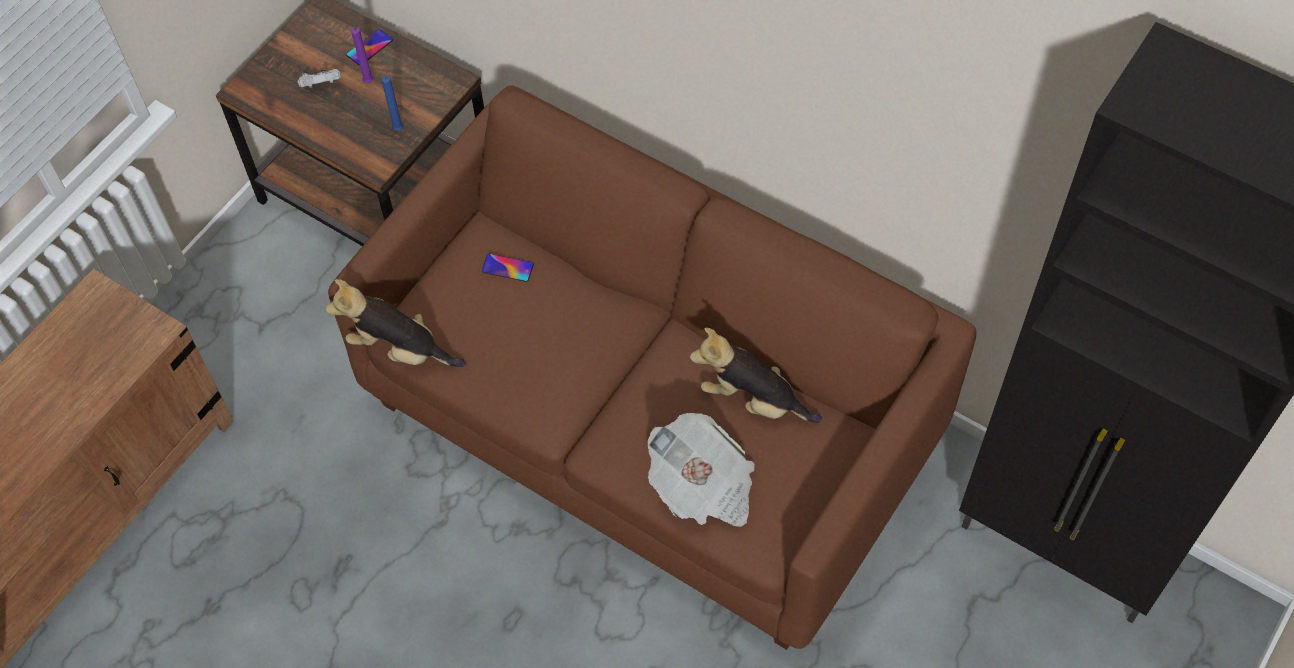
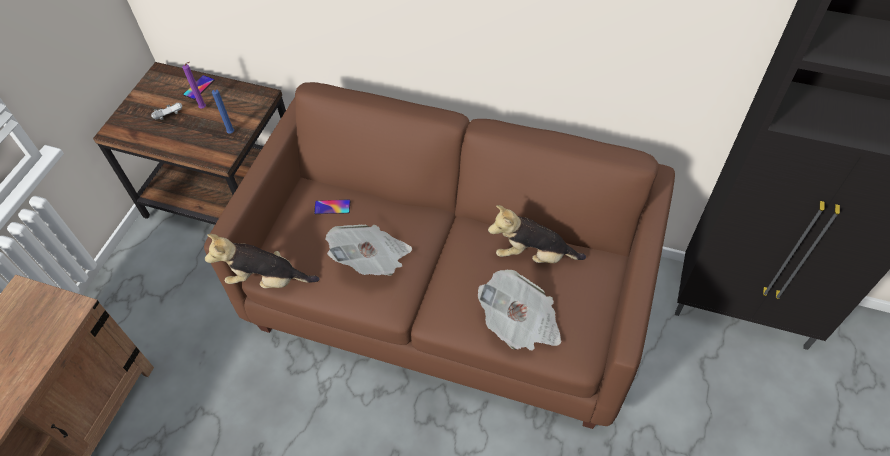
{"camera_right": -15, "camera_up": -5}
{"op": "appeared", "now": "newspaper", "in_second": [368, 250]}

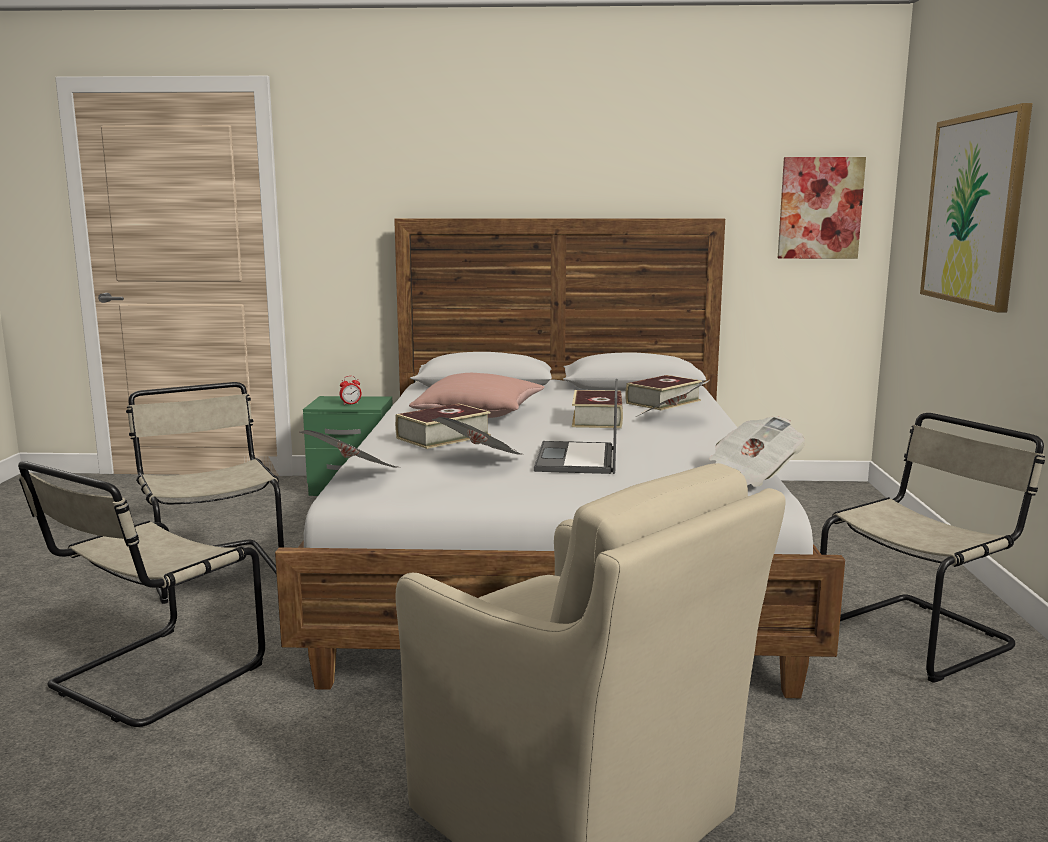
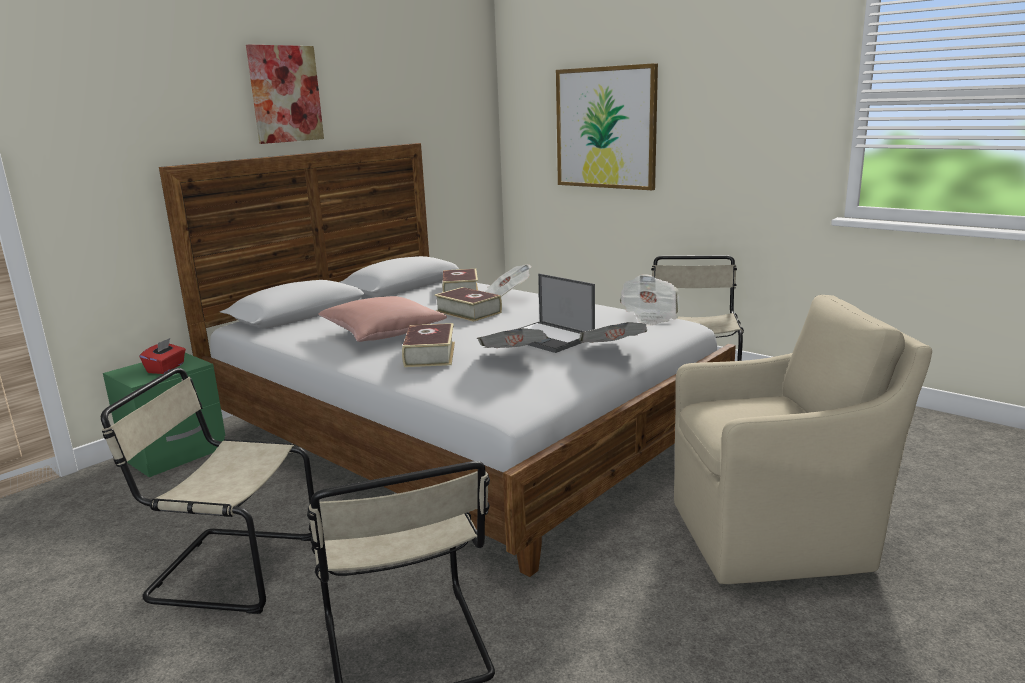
{"camera_right": -50, "camera_up": 5}
{"op": "relocated", "was": "picture", "in_first": [822, 208], "in_second": [285, 94]}
{"op": "exchanged", "was": "alarm clock", "now": "tissue box in red", "in_first": [350, 390], "in_second": [163, 356]}
{"op": "relocated", "was": "newspaper", "in_first": [347, 448], "in_second": [613, 332]}

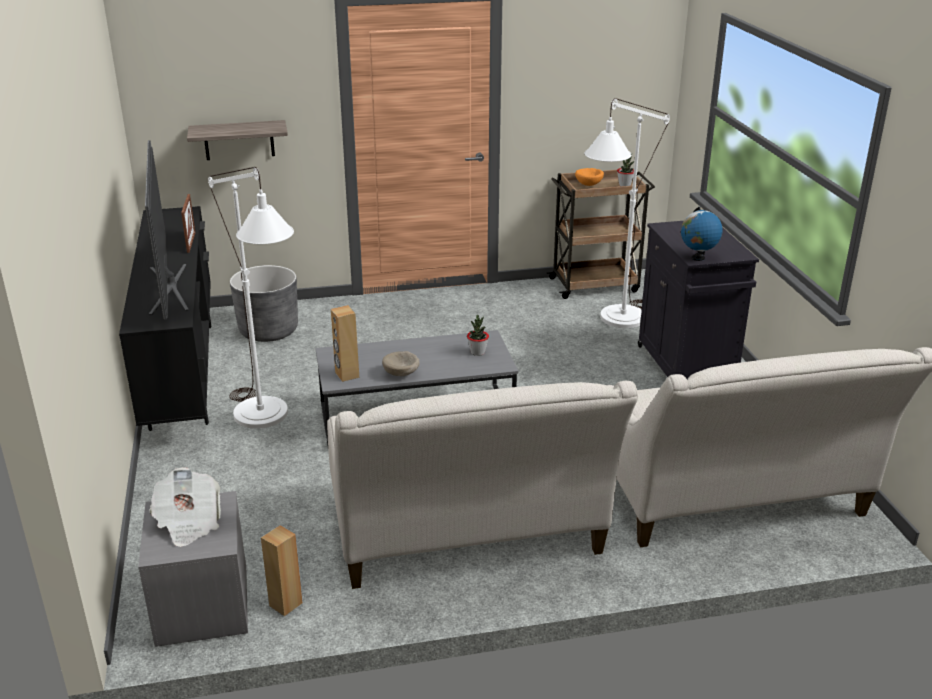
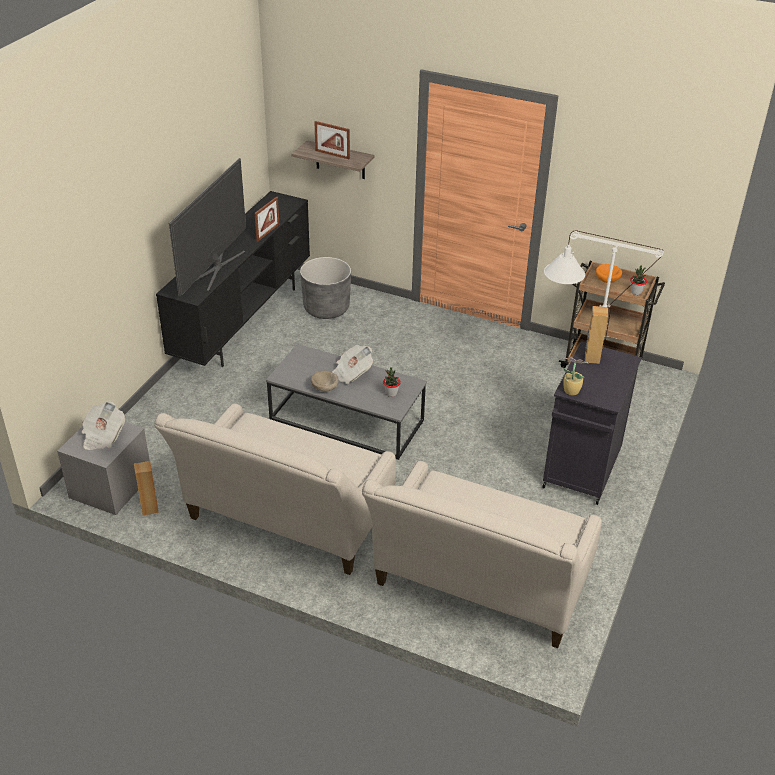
{"camera_right": 35, "camera_up": 10}
{"op": "missing", "was": "floor lamp in white", "in_first": [251, 298]}
{"op": "exchanged", "was": "globe", "now": "potted plant", "in_first": [701, 234], "in_second": [575, 376]}
{"op": "relocated", "was": "speaker in brown", "in_first": [345, 343], "in_second": [596, 335]}
{"op": "appeared", "now": "picture frame", "in_second": [332, 140]}
{"op": "appeared", "now": "newspaper", "in_second": [352, 364]}

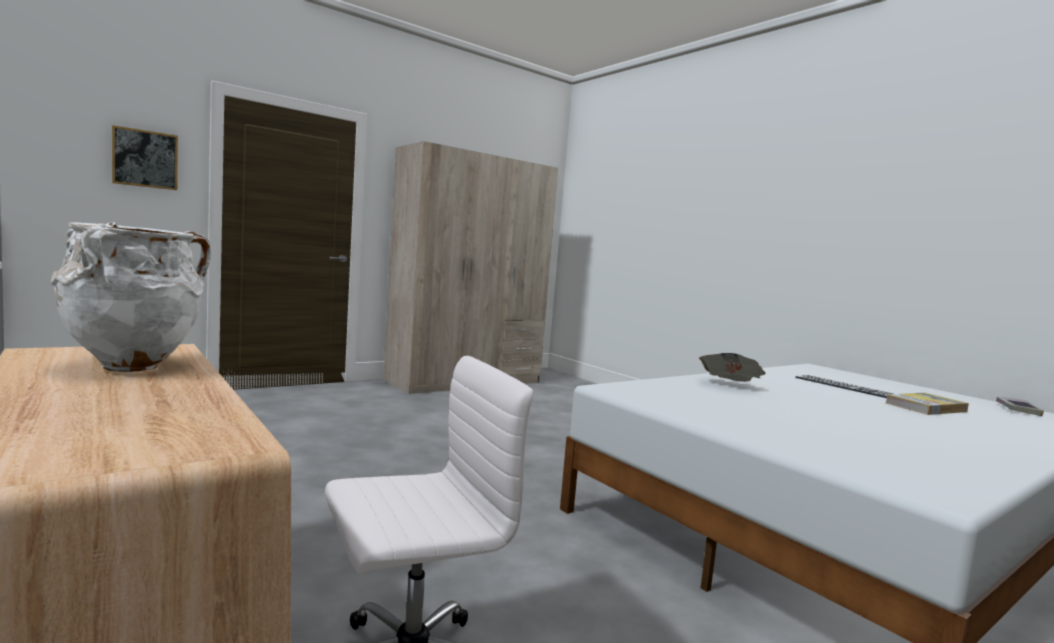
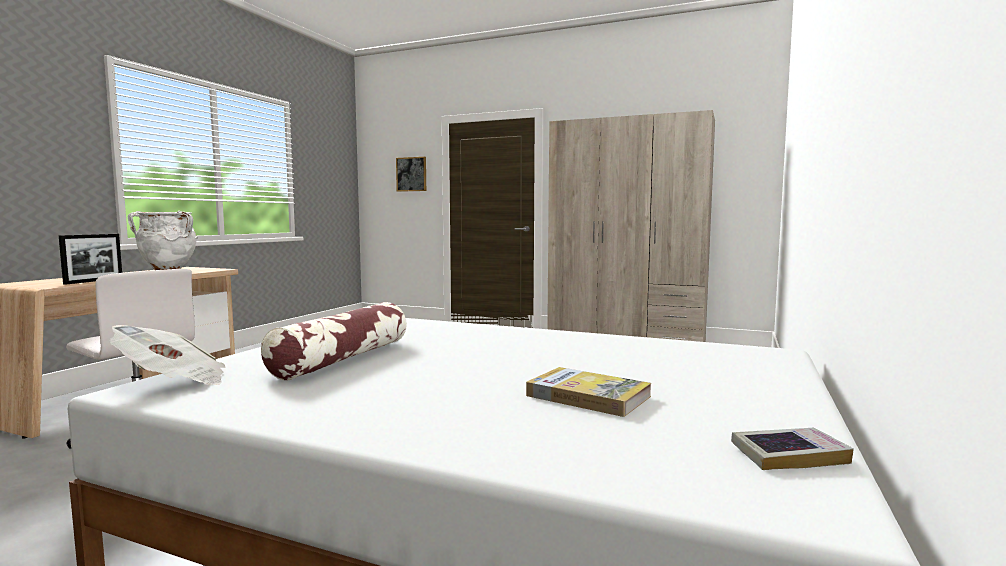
{"camera_right": 60, "camera_up": 0}
{"op": "relocated", "was": "newspaper", "in_first": [732, 367], "in_second": [167, 355]}
{"op": "missing", "was": "keyboard", "in_first": [844, 386]}
{"op": "appeared", "now": "picture frame", "in_second": [90, 259]}
{"op": "appeared", "now": "pillow", "in_second": [334, 341]}

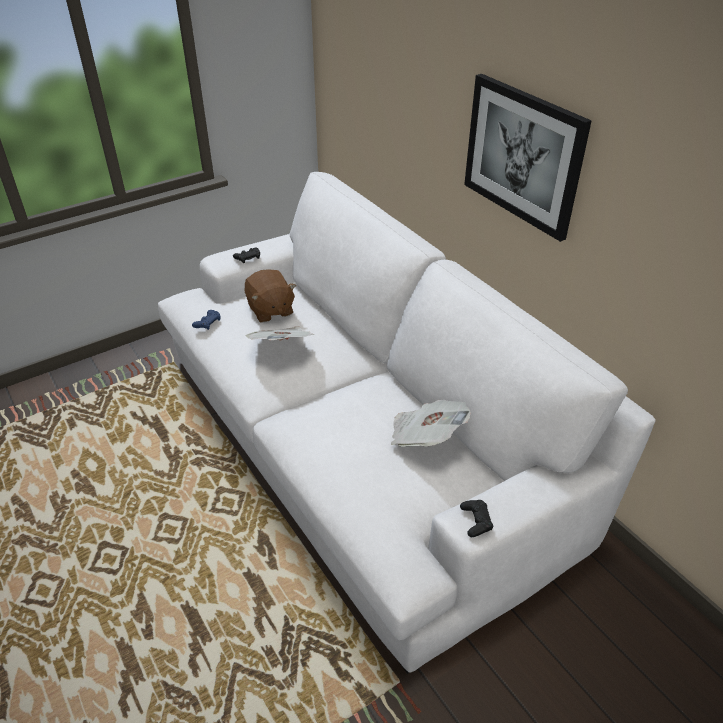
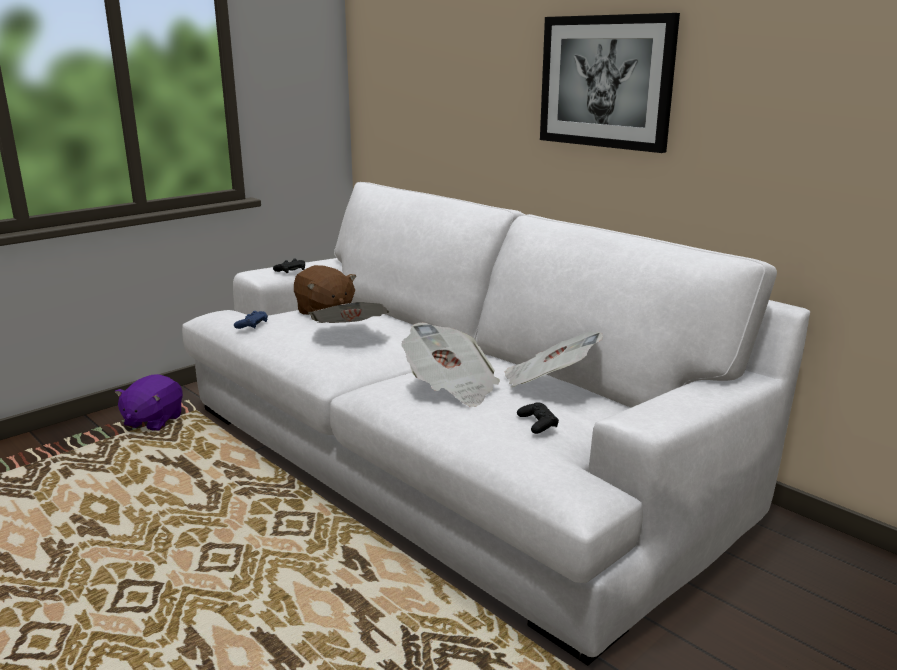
{"camera_right": -10, "camera_up": -20}
{"op": "relocated", "was": "game controller in black", "in_first": [476, 518], "in_second": [538, 418]}
{"op": "appeared", "now": "newspaper", "in_second": [450, 364]}
{"op": "appeared", "now": "plush toy in purple", "in_second": [149, 402]}

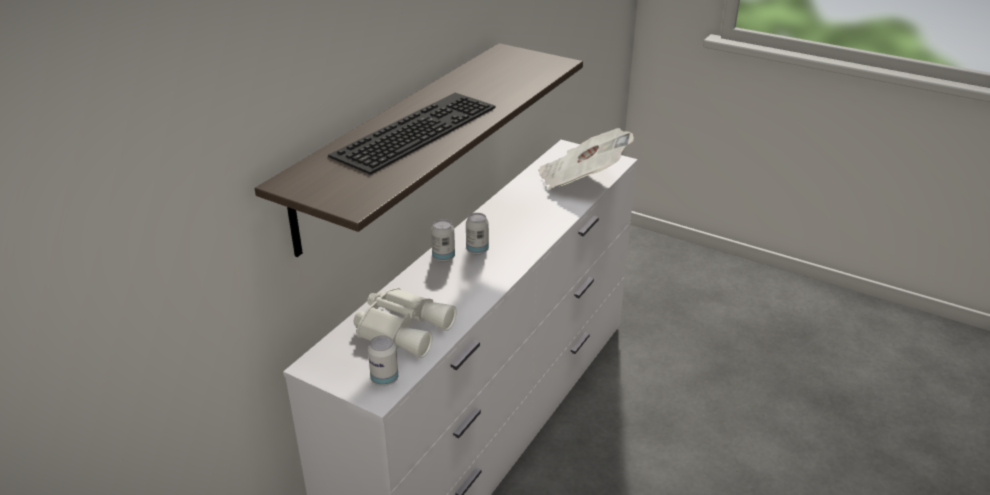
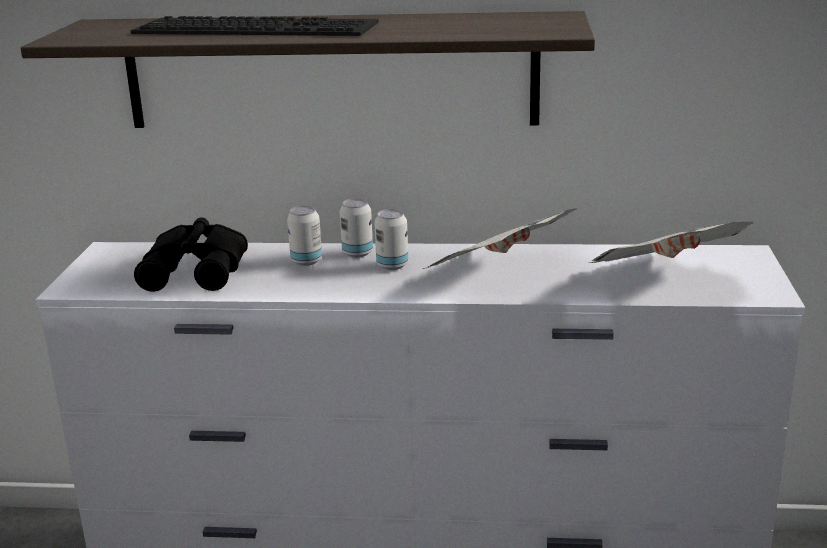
{"camera_right": 65, "camera_up": -10}
{"op": "colour", "was": "binoculars in white", "now": "binoculars in black", "in_first": [405, 323], "in_second": [191, 255]}
{"op": "relocated", "was": "can", "in_first": [383, 360], "in_second": [304, 236]}
{"op": "appeared", "now": "newspaper", "in_second": [500, 238]}

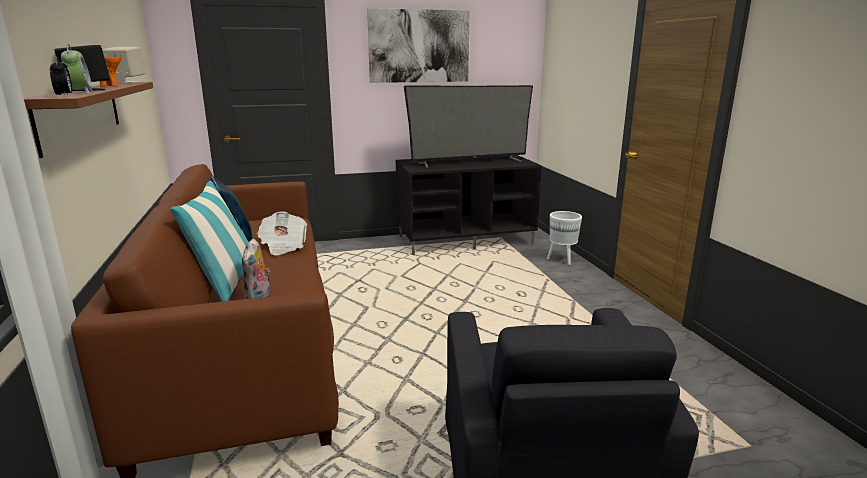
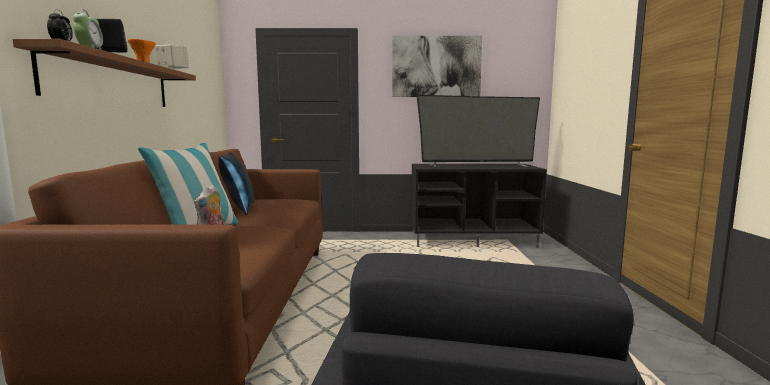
{"camera_right": 15, "camera_up": -10}
{"op": "missing", "was": "planter in white", "in_first": [564, 238]}
{"op": "missing", "was": "newspaper", "in_first": [282, 233]}

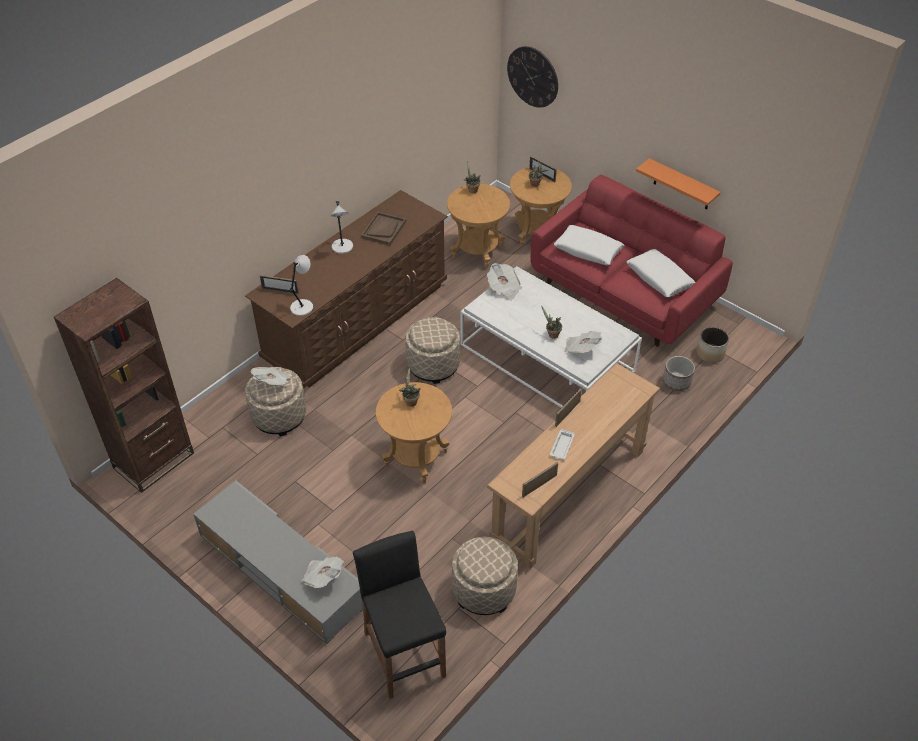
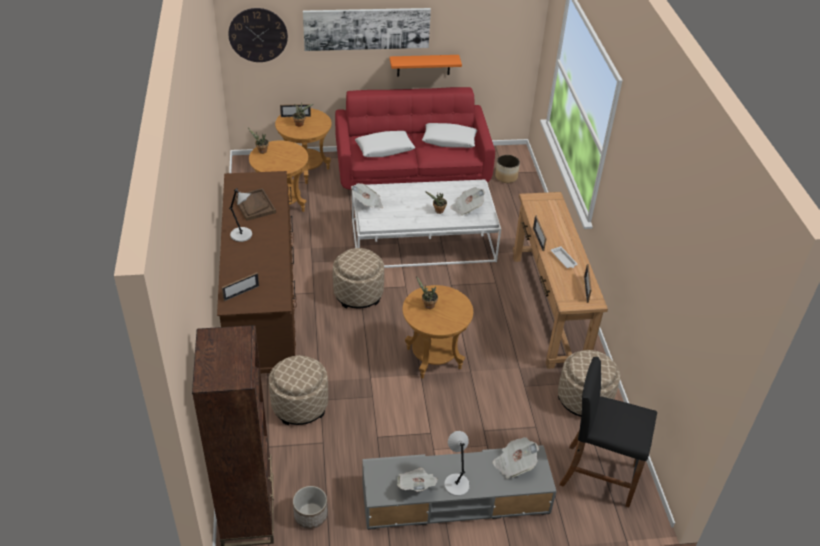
{"camera_right": -50, "camera_up": -5}
{"op": "relocated", "was": "table lamp in grey", "in_first": [301, 285], "in_second": [457, 463]}
{"op": "relocated", "was": "planter", "in_first": [679, 373], "in_second": [310, 507]}
{"op": "relocated", "was": "newspaper", "in_first": [271, 376], "in_second": [417, 480]}
{"op": "appeared", "now": "picture", "in_second": [367, 29]}

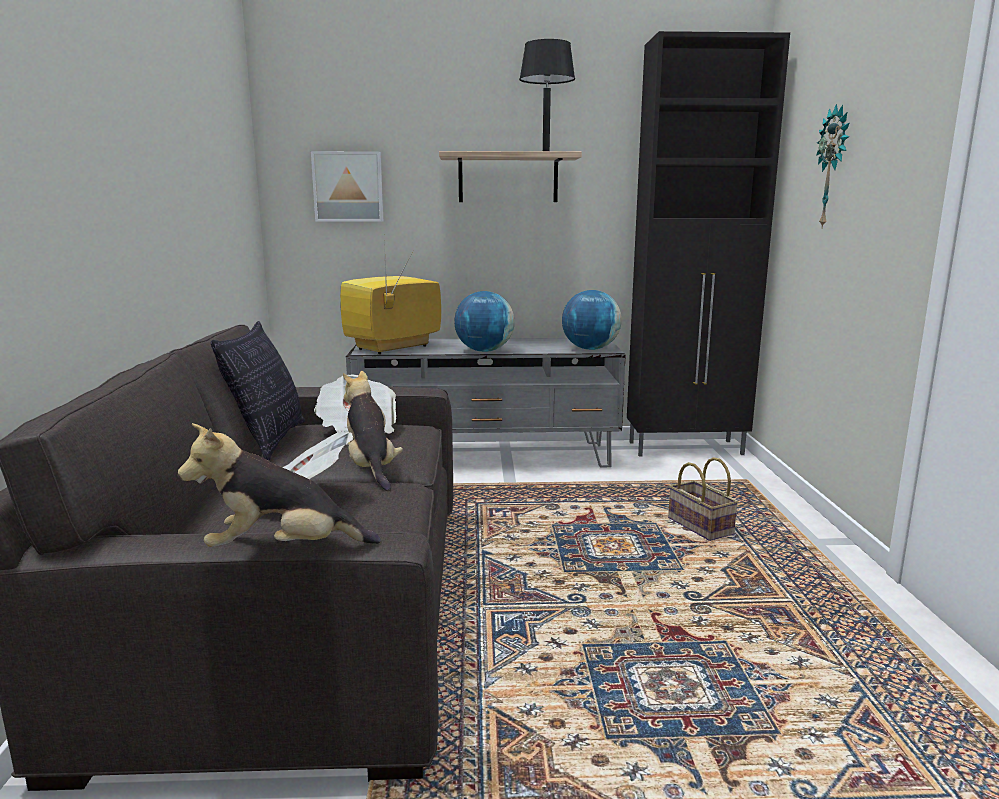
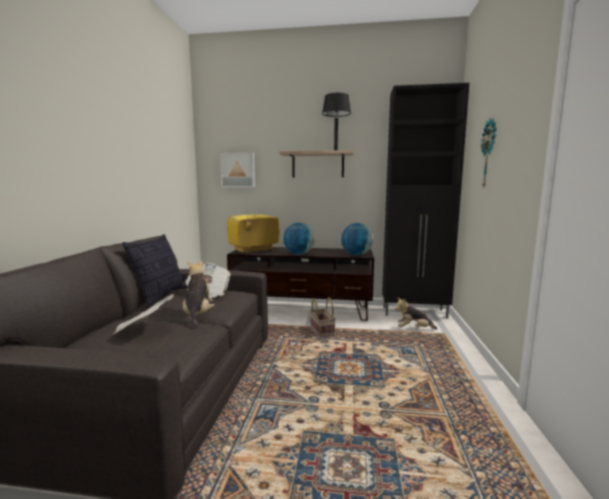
{"camera_right": 10, "camera_up": -5}
{"op": "colour", "was": "tv stand in grey", "now": "tv stand in brown", "in_first": [486, 402], "in_second": [300, 284]}
{"op": "relocated", "was": "plush toy", "in_first": [279, 485], "in_second": [416, 313]}
{"op": "relocated", "was": "basket", "in_first": [703, 499], "in_second": [323, 317]}

